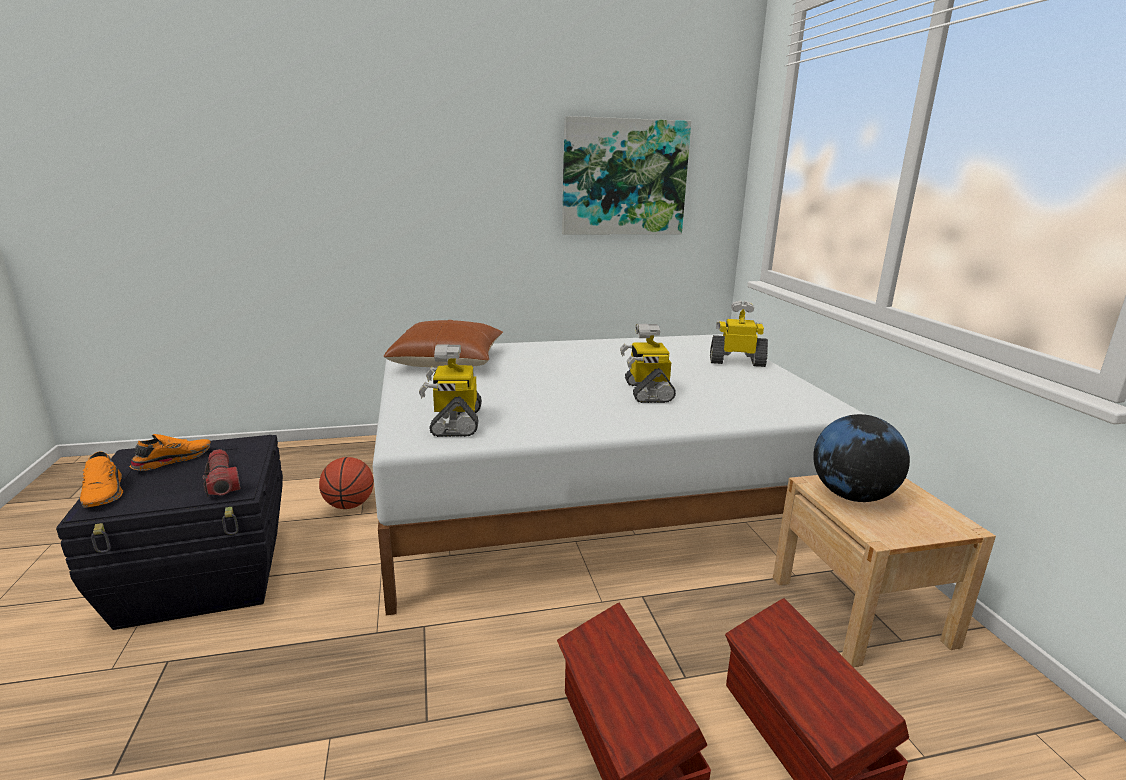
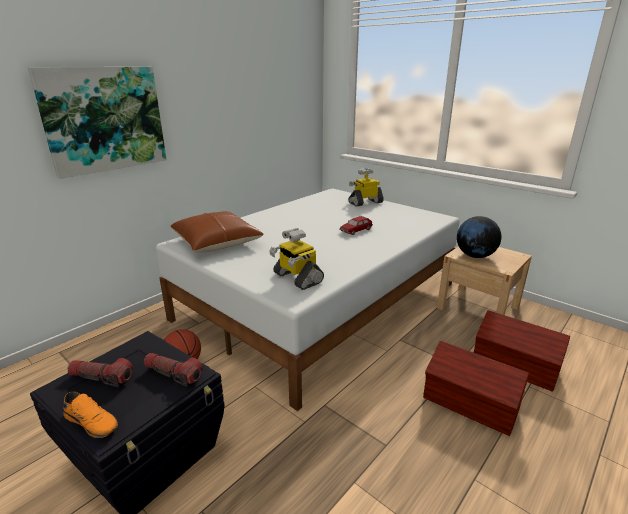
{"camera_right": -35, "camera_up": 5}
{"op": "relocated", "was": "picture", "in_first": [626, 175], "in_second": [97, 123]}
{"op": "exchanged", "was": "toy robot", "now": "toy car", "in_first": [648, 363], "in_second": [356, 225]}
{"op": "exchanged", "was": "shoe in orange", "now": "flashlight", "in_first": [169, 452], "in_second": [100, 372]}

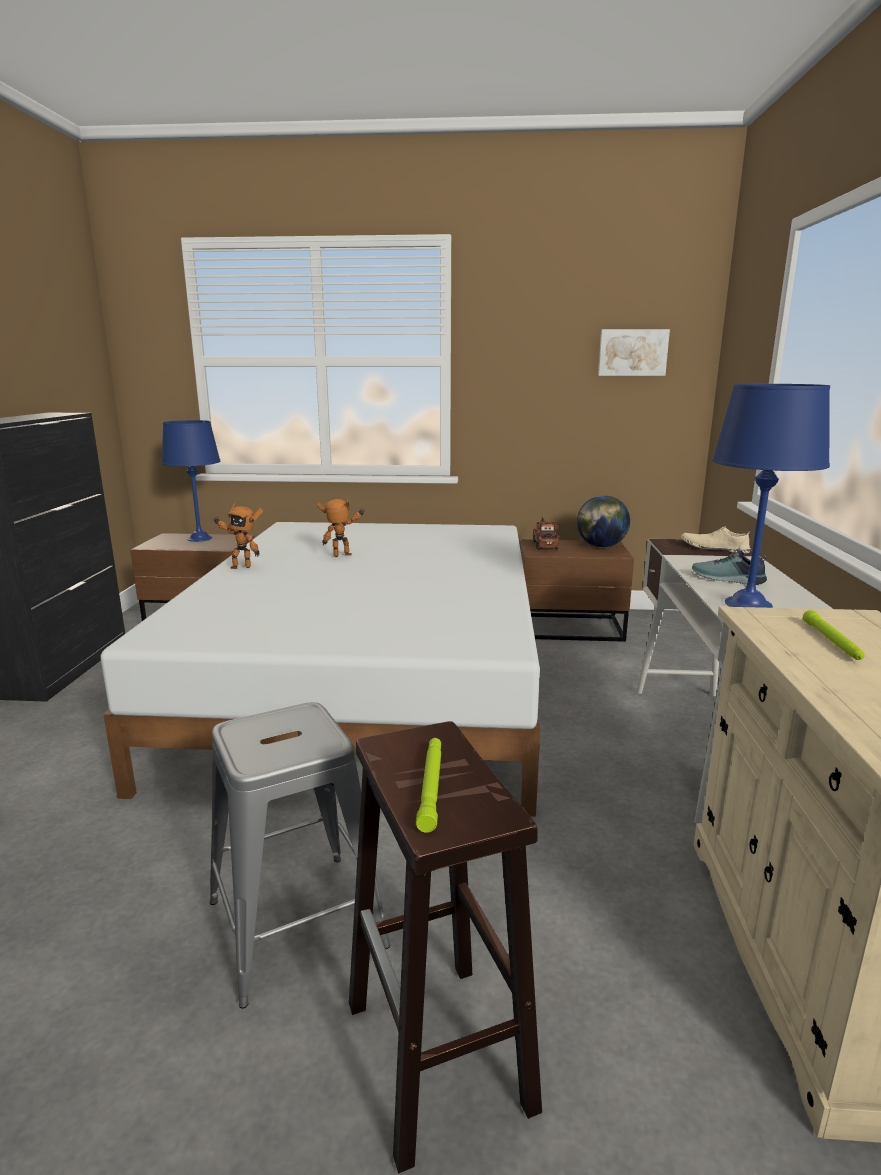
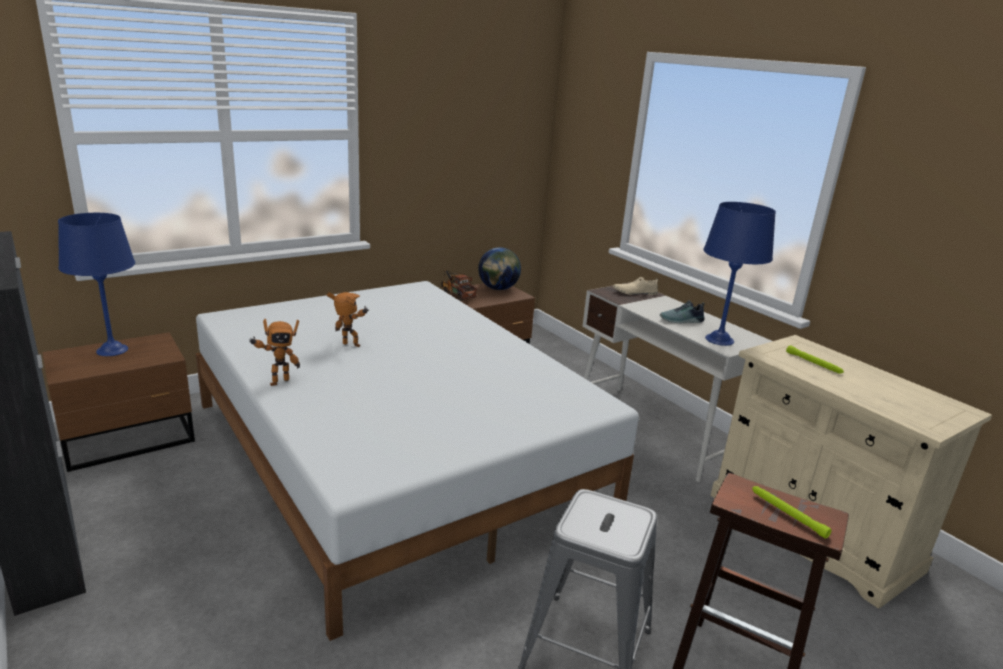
{"camera_right": -40, "camera_up": 5}
{"op": "missing", "was": "picture", "in_first": [634, 352]}
{"op": "spun", "was": "toy robot", "in_first": [341, 528], "in_second": [348, 319], "clockwise": 75}

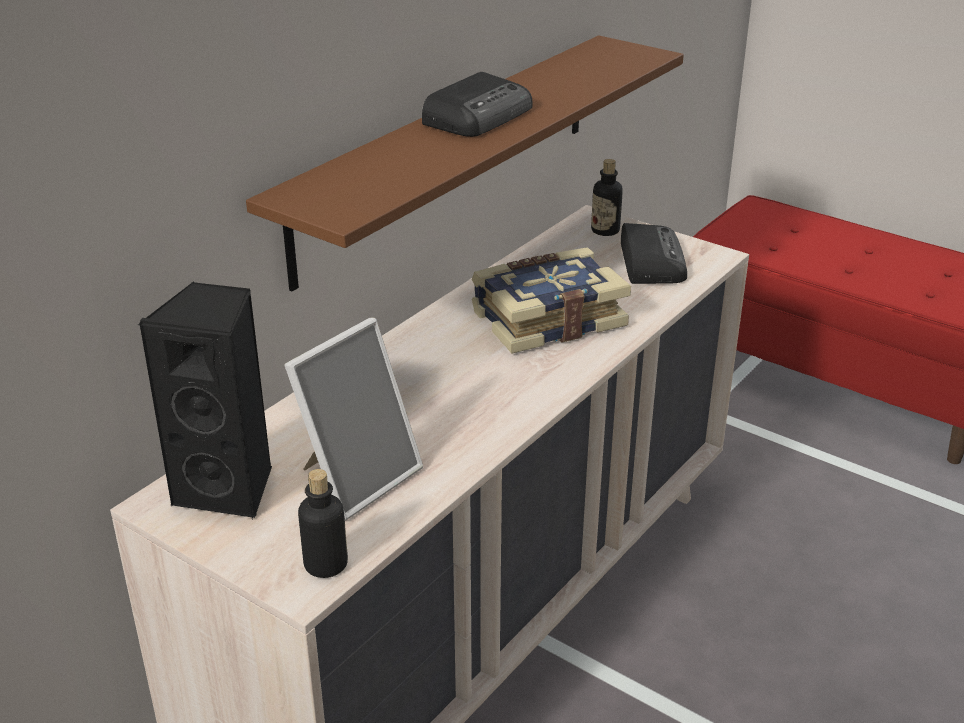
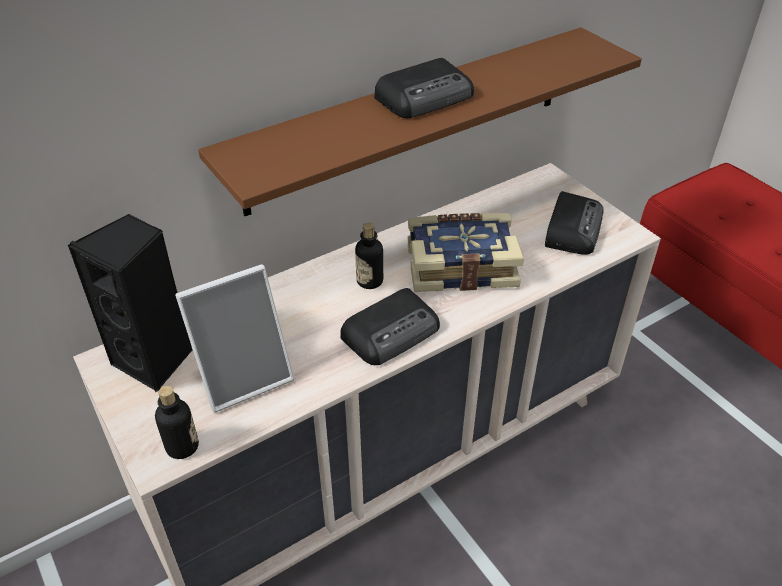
{"camera_right": 20, "camera_up": 10}
{"op": "relocated", "was": "bottle", "in_first": [607, 197], "in_second": [369, 256]}
{"op": "appeared", "now": "radio", "in_second": [390, 326]}

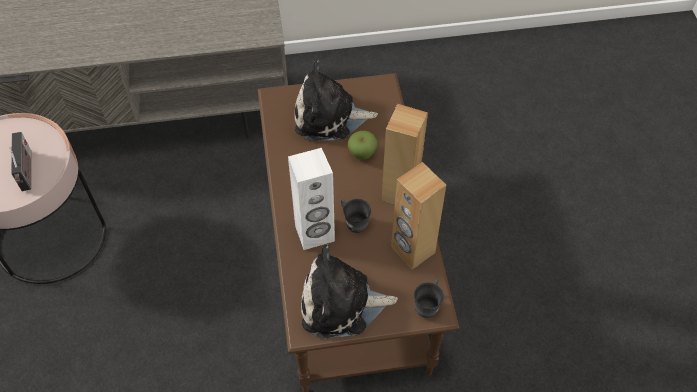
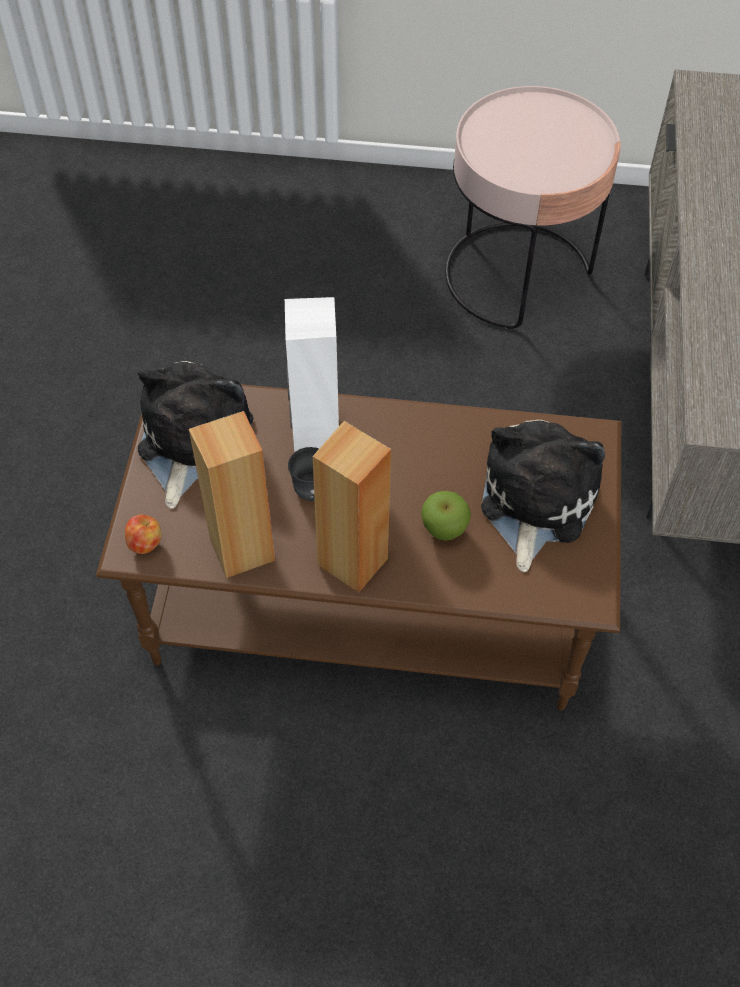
{"camera_right": 105, "camera_up": 0}
{"op": "missing", "was": "radio", "in_first": [20, 161]}
{"op": "exchanged", "was": "mug in grey", "now": "apple", "in_first": [429, 298], "in_second": [143, 534]}

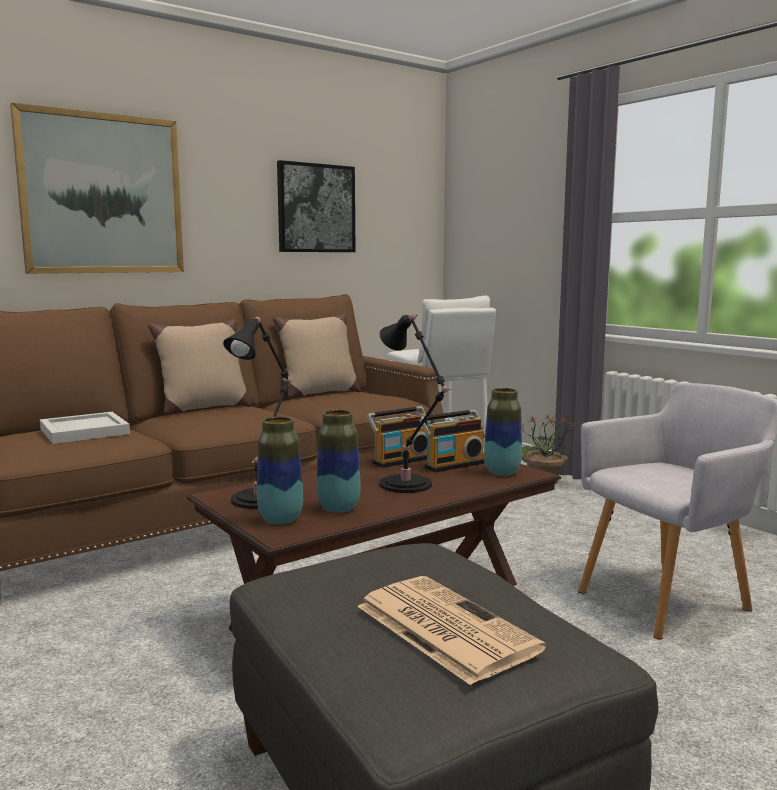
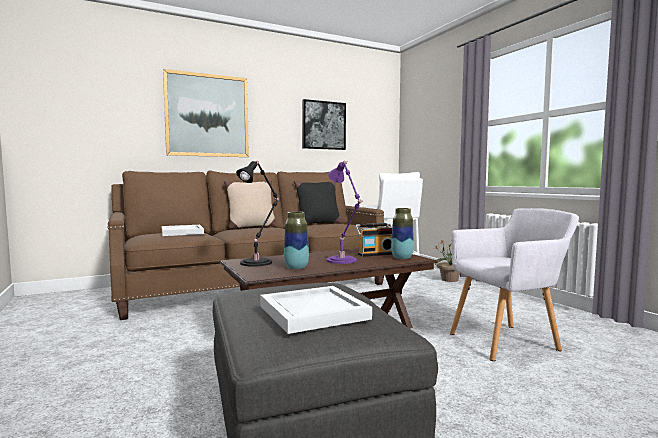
{"camera_right": 10, "camera_up": -5}
{"op": "colour", "was": "pillow in beige", "now": "pillow in black", "in_first": [317, 355], "in_second": [318, 202]}
{"op": "colour", "was": "table lamp in black", "now": "table lamp in purple", "in_first": [416, 403], "in_second": [345, 212]}
{"op": "missing", "was": "radio", "in_first": [398, 437]}
{"op": "missing", "was": "vase", "in_first": [280, 470]}
{"op": "exchanged", "was": "newspaper", "now": "tray in white", "in_first": [451, 630], "in_second": [316, 310]}

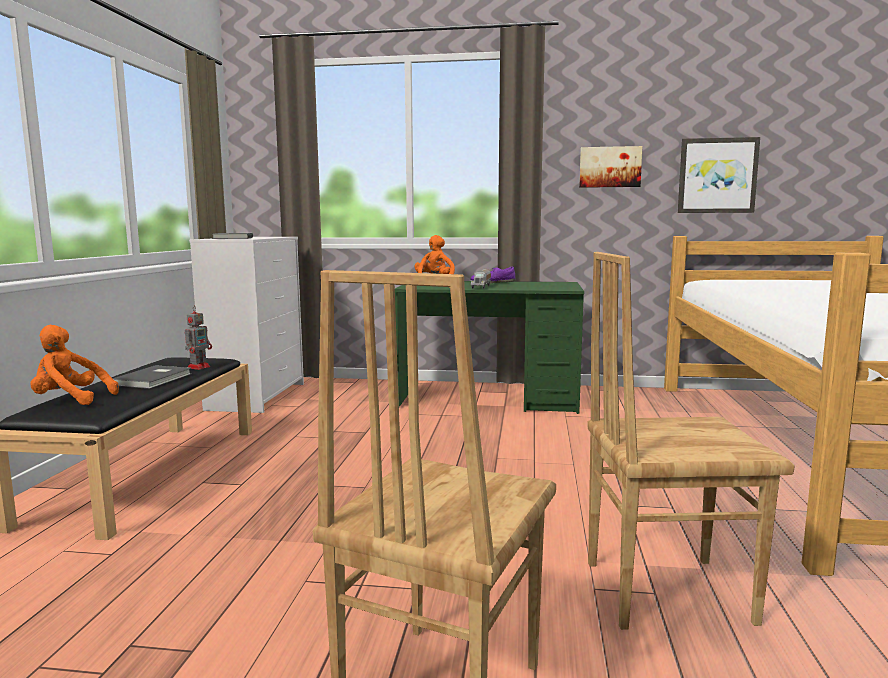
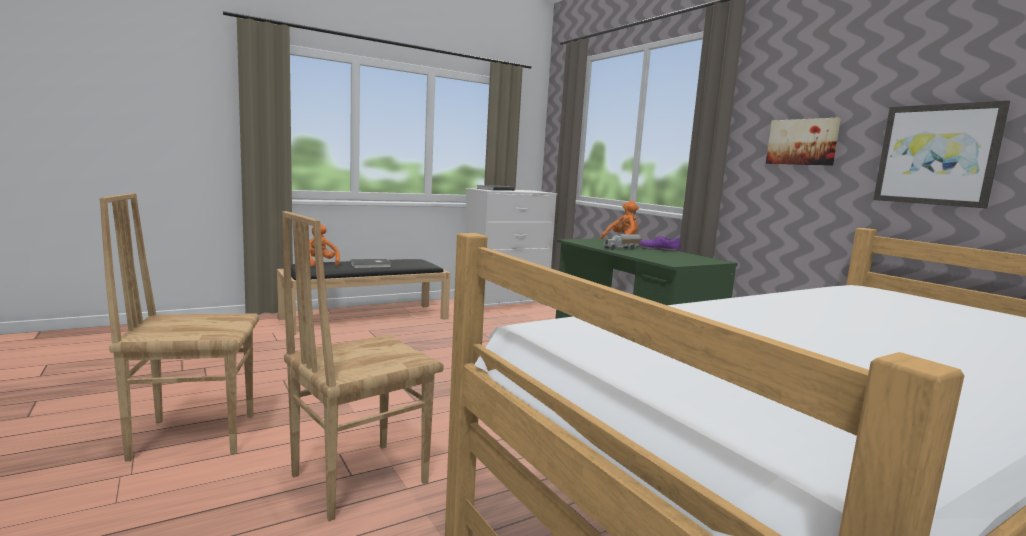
{"camera_right": 50, "camera_up": 0}
{"op": "spun", "was": "chair in brown", "in_first": [691, 441], "in_second": [362, 366], "clockwise": -90}
{"op": "missing", "was": "toy robot", "in_first": [198, 338]}

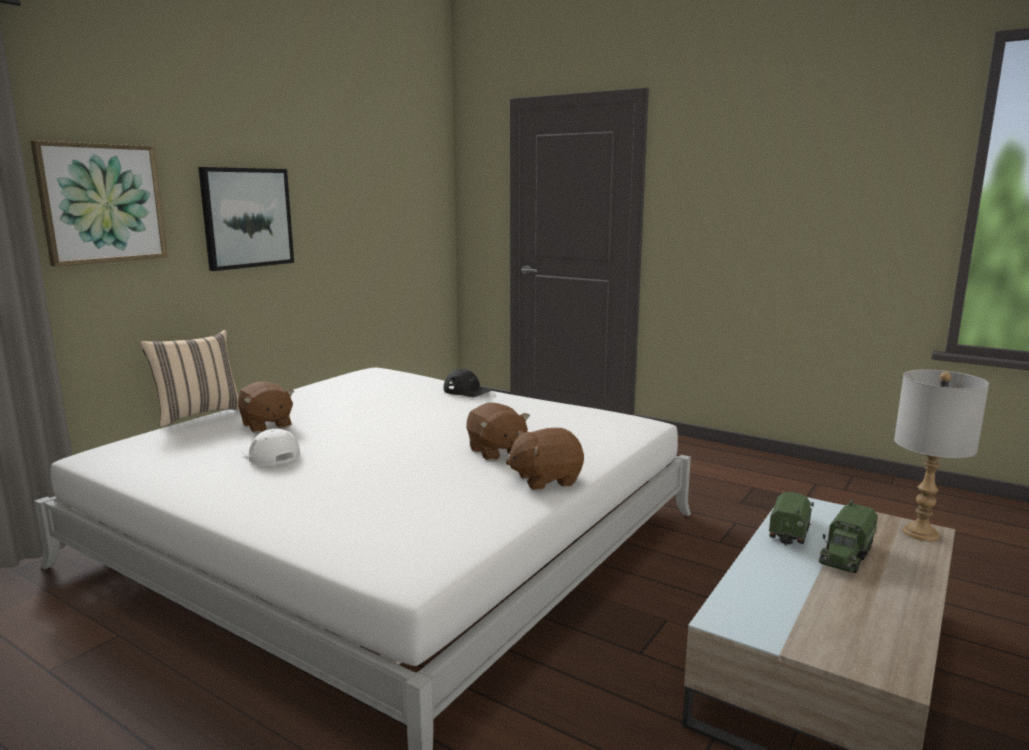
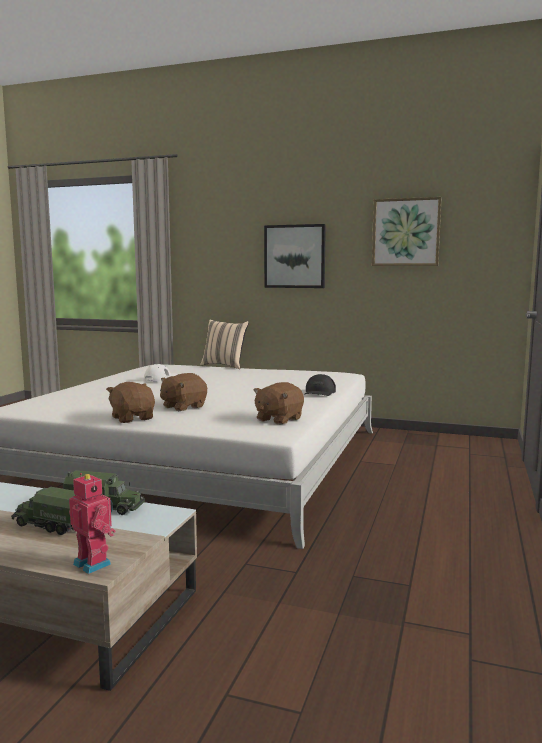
{"camera_right": 75, "camera_up": -5}
{"op": "relocated", "was": "picture", "in_first": [99, 203], "in_second": [407, 231]}
{"op": "exchanged", "was": "table lamp in grey", "now": "toy robot", "in_first": [941, 455], "in_second": [92, 523]}
{"op": "relocated", "was": "plush toy in brown", "in_first": [266, 407], "in_second": [279, 403]}

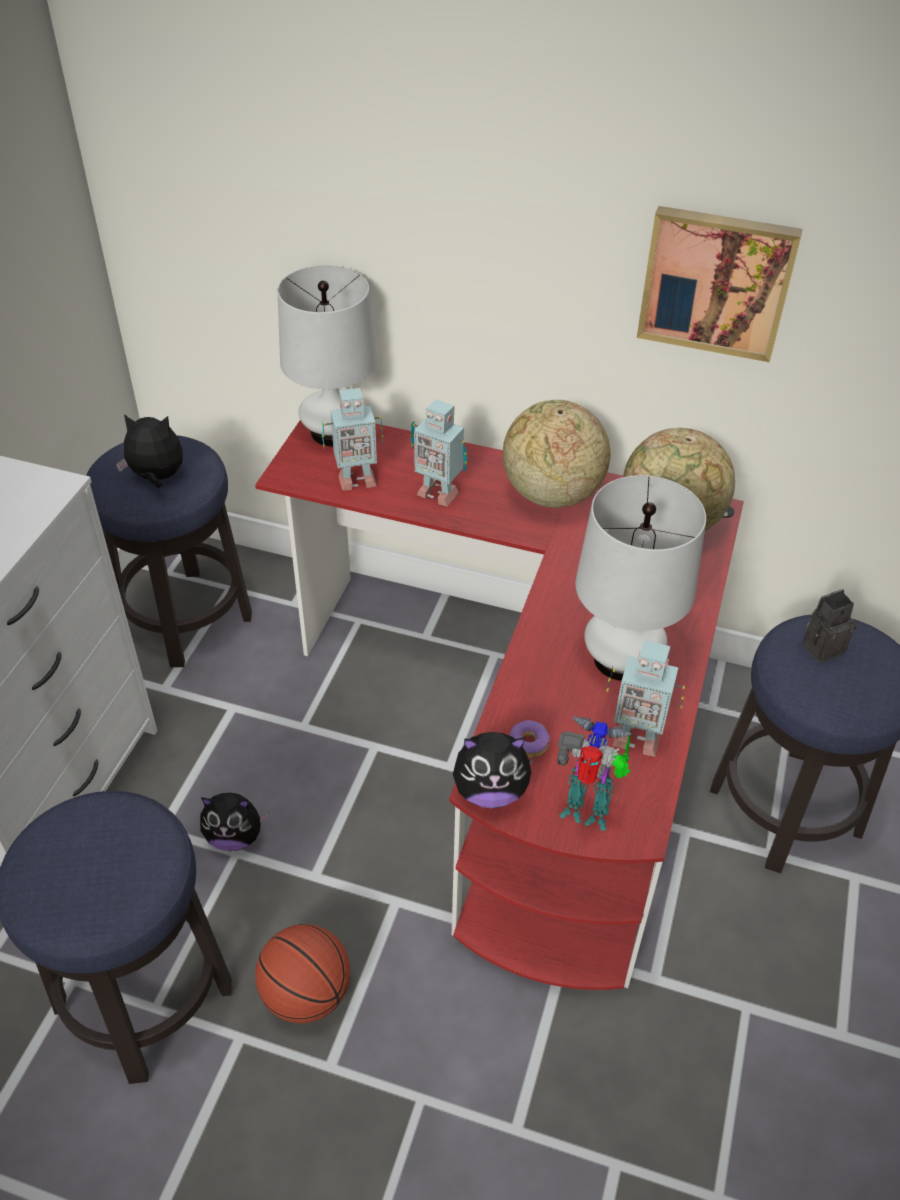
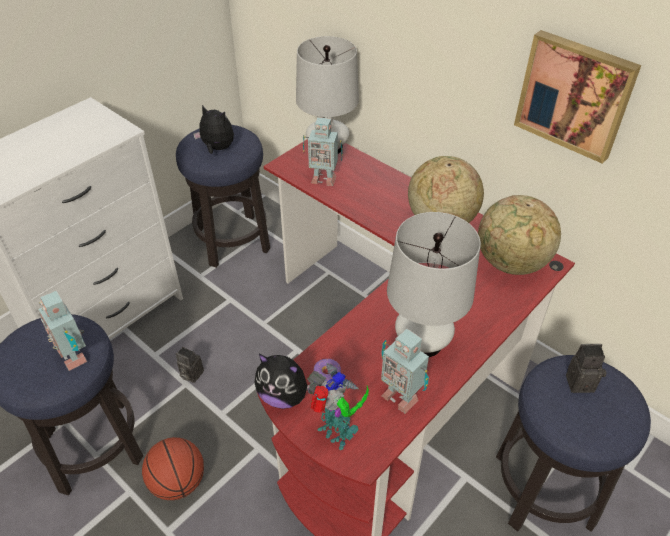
{"camera_right": 25, "camera_up": 0}
{"op": "relocated", "was": "toy robot", "in_first": [439, 452], "in_second": [62, 331]}
{"op": "exchanged", "was": "plush toy", "now": "photo camera", "in_first": [234, 822], "in_second": [190, 365]}

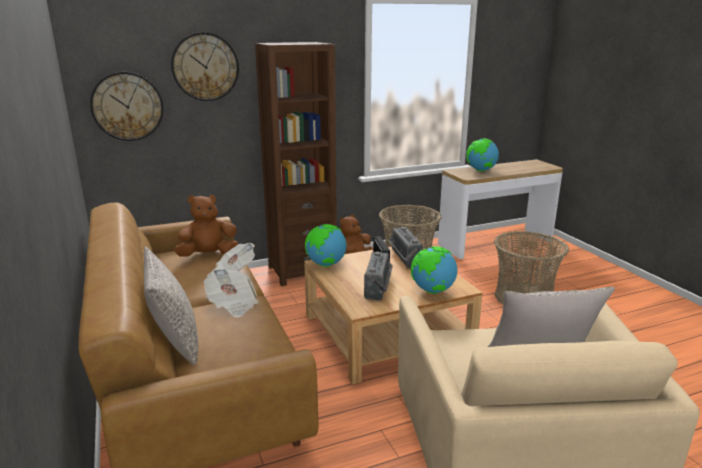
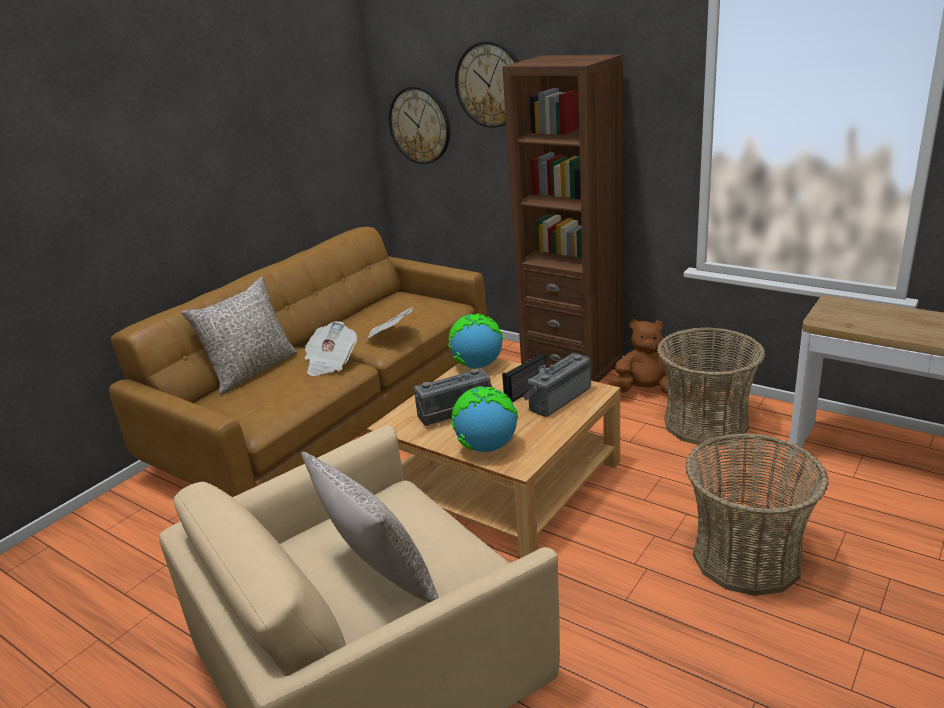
{"camera_right": 60, "camera_up": 5}
{"op": "missing", "was": "globe", "in_first": [482, 154]}
{"op": "missing", "was": "plush toy in brown", "in_first": [206, 226]}

